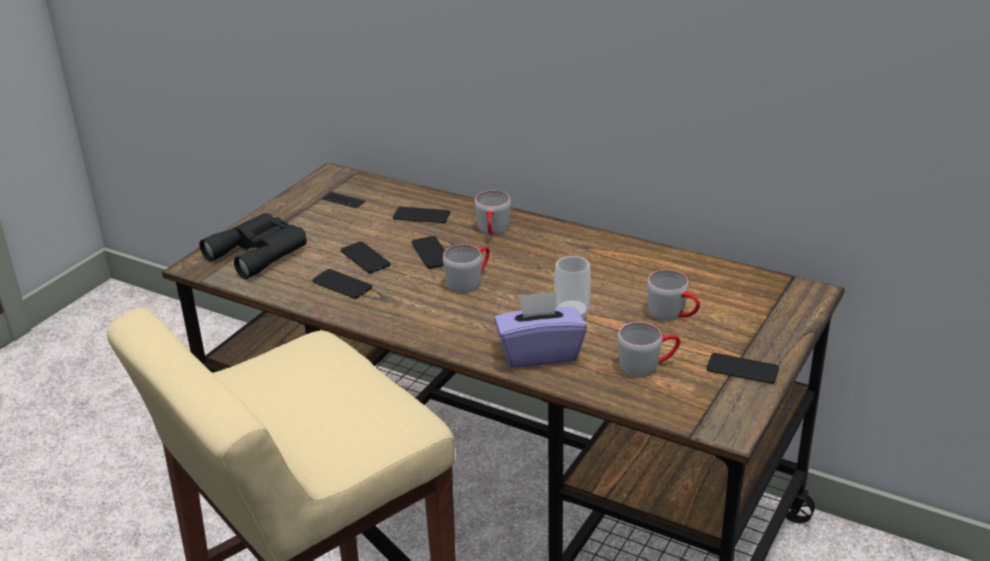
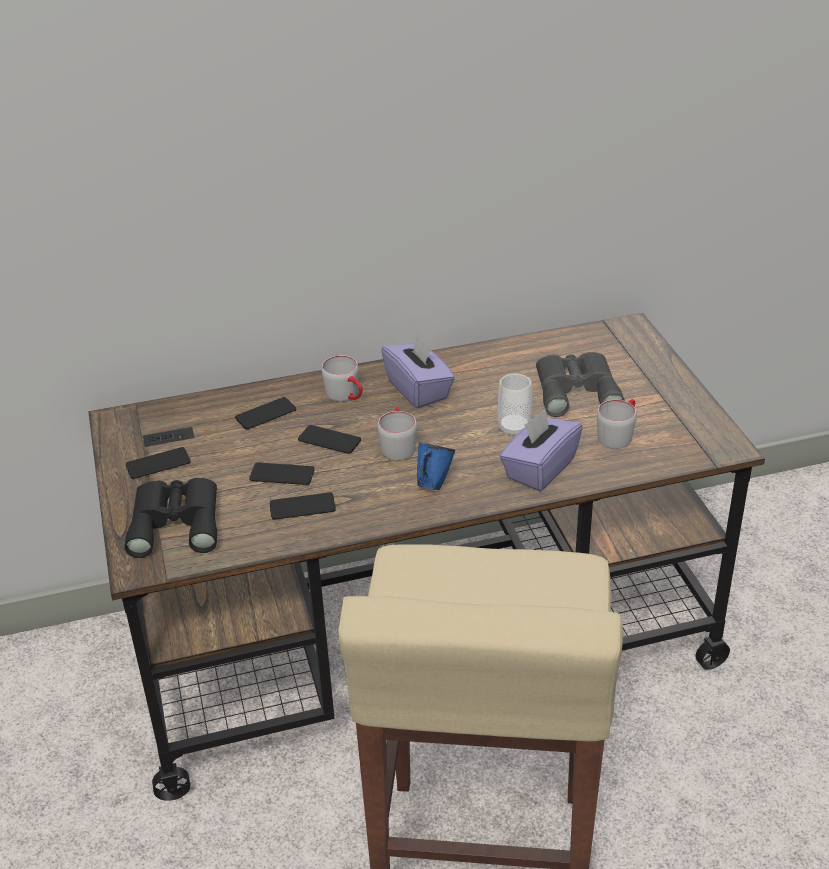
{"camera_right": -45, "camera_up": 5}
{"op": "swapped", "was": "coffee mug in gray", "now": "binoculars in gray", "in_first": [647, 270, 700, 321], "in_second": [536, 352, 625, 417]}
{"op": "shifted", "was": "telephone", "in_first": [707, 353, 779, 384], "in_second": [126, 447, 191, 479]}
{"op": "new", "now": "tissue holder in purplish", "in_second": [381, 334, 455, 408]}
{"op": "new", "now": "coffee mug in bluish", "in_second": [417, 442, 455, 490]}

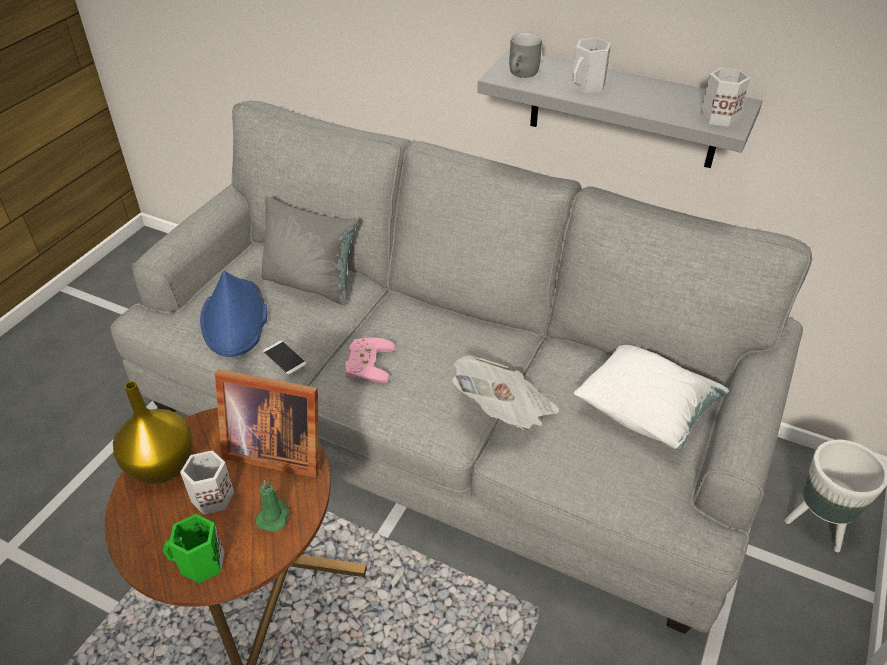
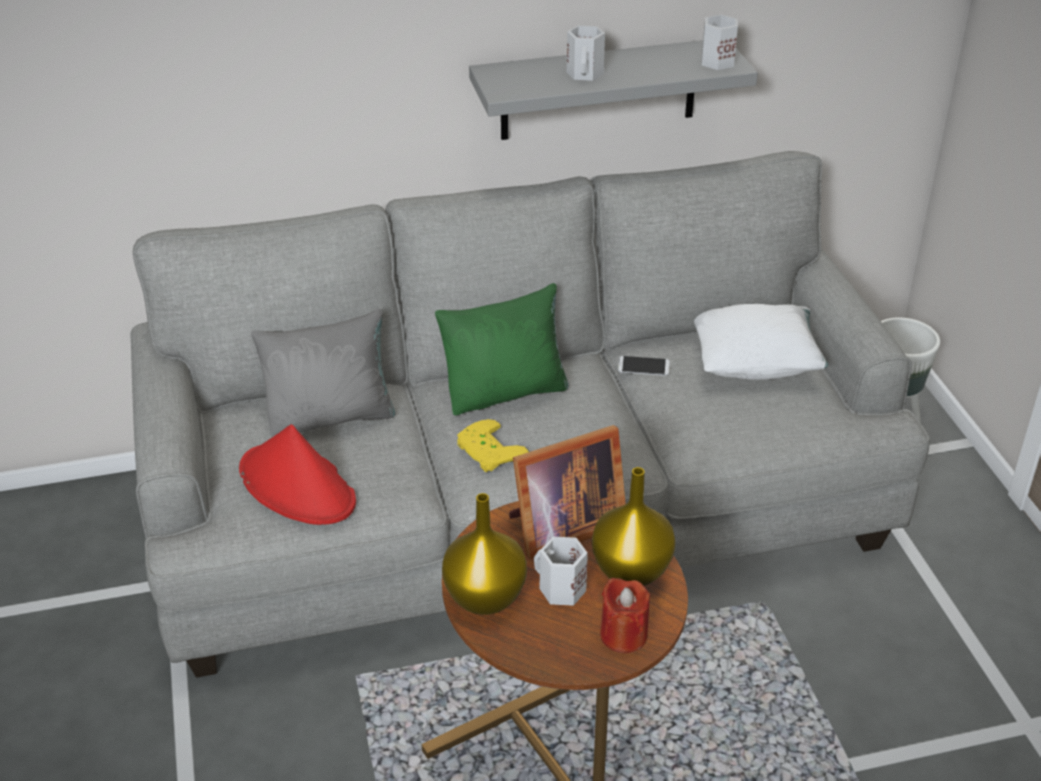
{"camera_right": -40, "camera_up": -5}
{"op": "gone", "was": "coffee mug in gray", "in_first": [509, 33, 542, 78]}
{"op": "repainted", "was": "hat in bluish", "now": "hat in red", "in_first": [200, 271, 267, 357], "in_second": [239, 424, 356, 525]}
{"op": "repainted", "was": "game controller in pinkish", "now": "game controller in yellow", "in_first": [345, 338, 395, 383], "in_second": [457, 419, 529, 472]}
{"op": "shifted", "was": "telephone", "in_first": [263, 341, 307, 375], "in_second": [618, 356, 670, 376]}
{"op": "gone", "was": "newspaper", "in_first": [451, 355, 559, 430]}
{"op": "swapped", "was": "wax candle in green", "now": "flower vase in yellow", "in_first": [255, 480, 290, 532], "in_second": [592, 467, 676, 586]}
{"op": "swapped", "was": "coffee mug in green", "now": "wax candle in red", "in_first": [163, 514, 224, 583], "in_second": [600, 578, 650, 653]}
{"op": "new", "now": "throw pillow in green", "in_second": [435, 283, 569, 416]}

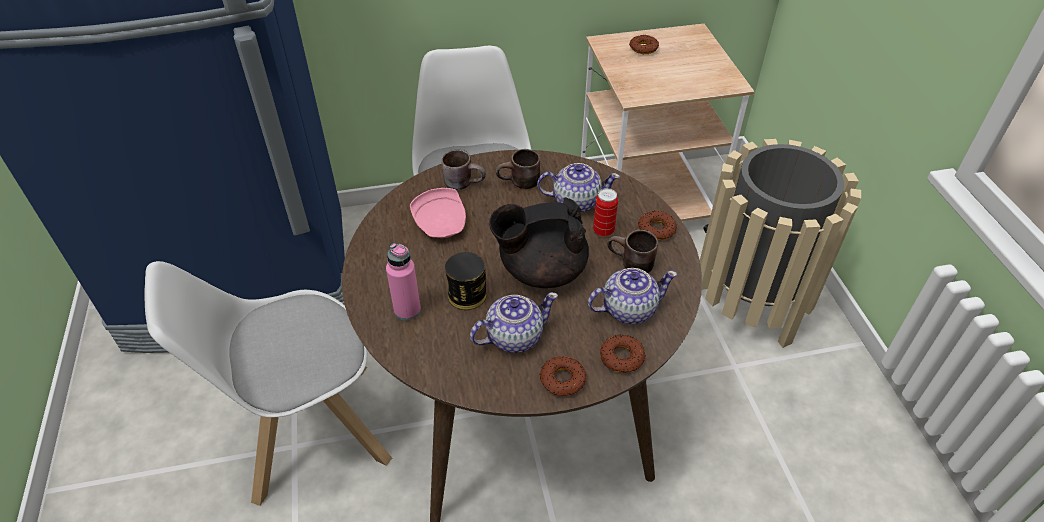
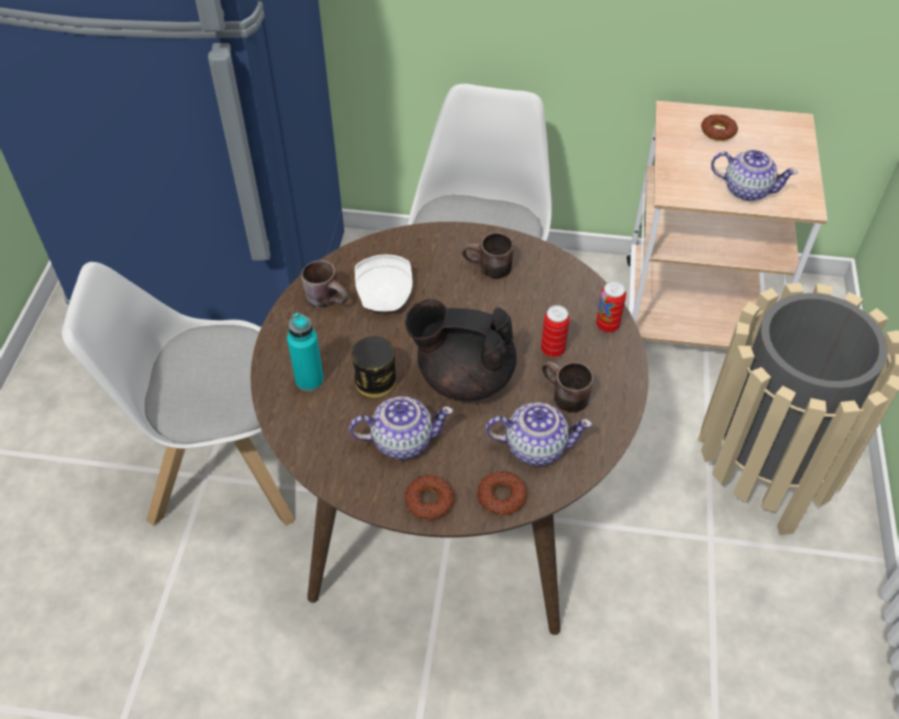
{"camera_right": 20, "camera_up": 5}
{"op": "shifted", "was": "coffee mug in brown-coloured", "in_first": [441, 150, 486, 190], "in_second": [301, 260, 348, 307]}
{"op": "shifted", "was": "pot for tea", "in_first": [537, 163, 620, 213], "in_second": [711, 150, 798, 201]}
{"op": "repainted", "was": "plate in pinkish", "now": "plate in white-coloured", "in_first": [410, 188, 466, 238], "in_second": [355, 254, 413, 312]}
{"op": "gone", "was": "doughnut", "in_first": [638, 211, 677, 240]}
{"op": "repainted", "was": "drink bottle in pinkish", "now": "drink bottle in turquoise-coloured", "in_first": [386, 243, 421, 321], "in_second": [287, 312, 324, 392]}
{"op": "new", "now": "can", "in_second": [596, 281, 626, 333]}

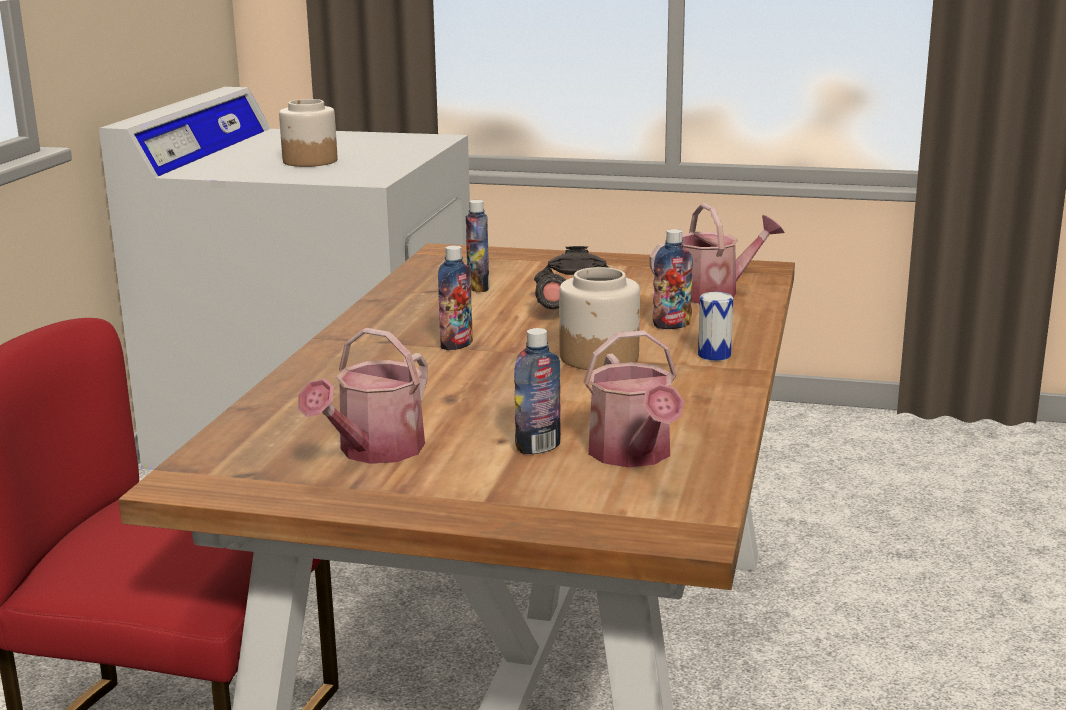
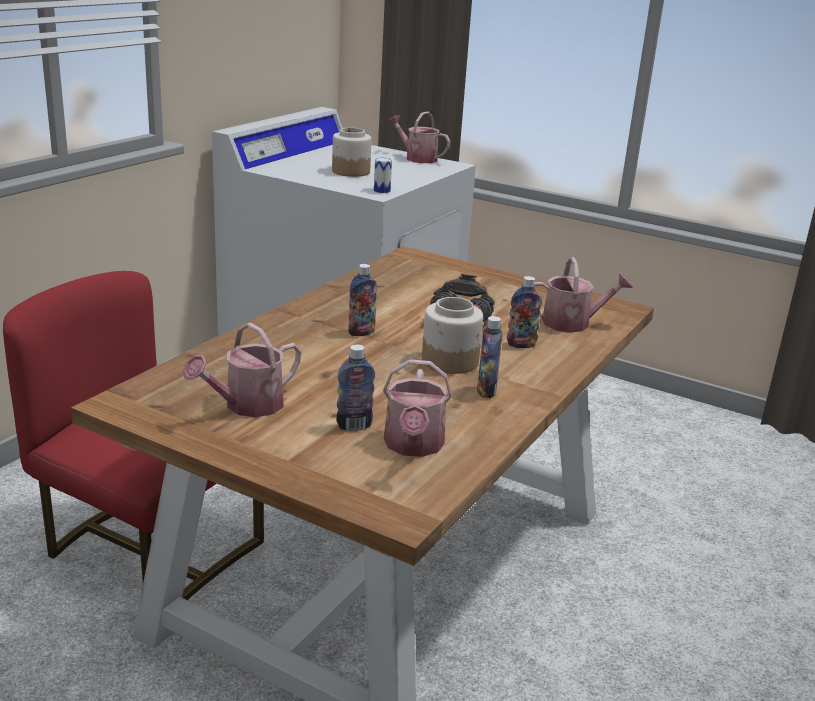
{"camera_right": 15, "camera_up": 5}
{"op": "shifted", "was": "drink bottle", "in_first": [466, 200, 489, 292], "in_second": [477, 316, 503, 398]}
{"op": "shifted", "was": "can", "in_first": [698, 292, 733, 361], "in_second": [374, 158, 392, 193]}
{"op": "new", "now": "watering can", "in_second": [387, 111, 451, 163]}

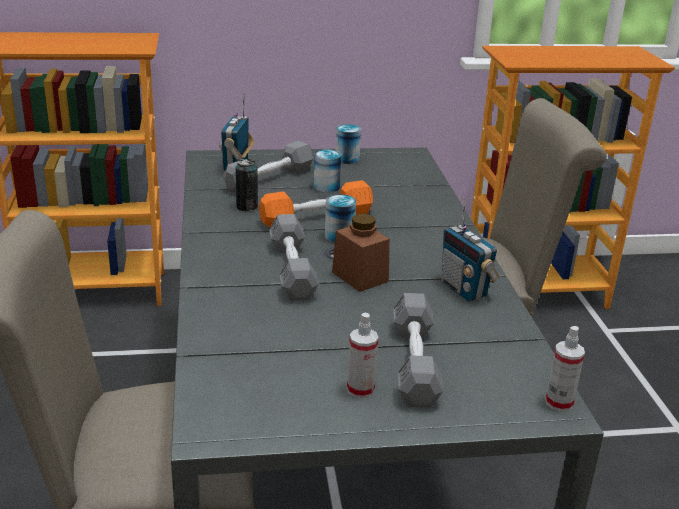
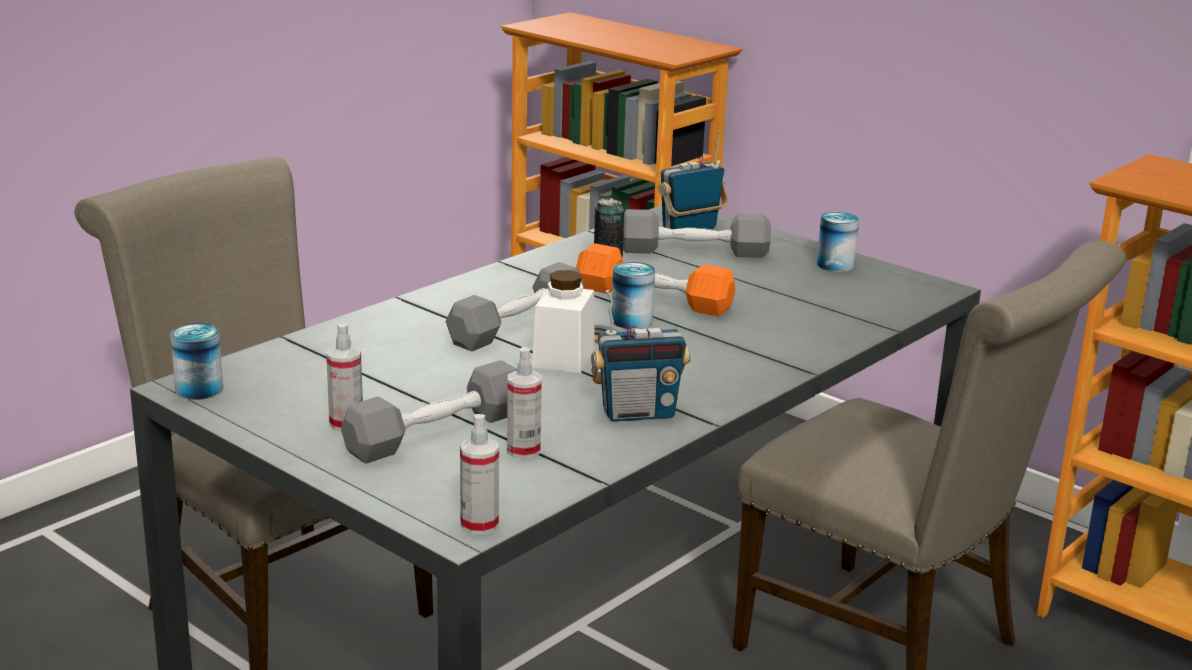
{"camera_right": 50, "camera_up": -5}
{"op": "shifted", "was": "can", "in_first": [314, 149, 341, 193], "in_second": [170, 323, 223, 400]}
{"op": "rotated", "was": "radio receiver", "in_first": [442, 197, 499, 302], "in_second": [591, 290, 691, 422], "clockwise": -120}
{"op": "repainted", "was": "preserve jar in brown-coloured", "now": "preserve jar in white-coloured", "in_first": [332, 214, 390, 292], "in_second": [532, 270, 595, 373]}
{"op": "new", "now": "spray bottle", "in_second": [507, 347, 542, 459]}

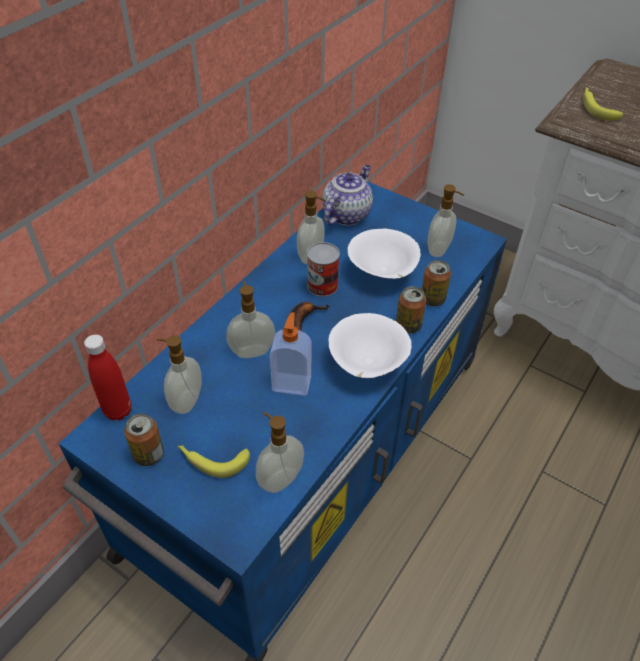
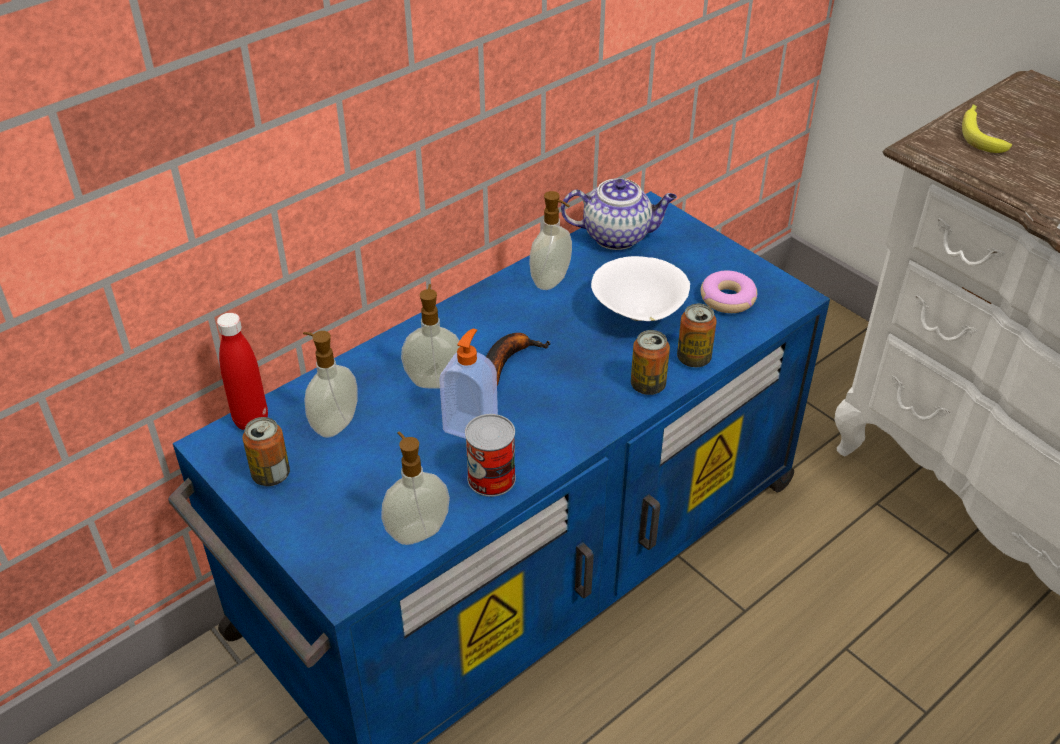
{"camera_right": 15, "camera_up": -5}
{"op": "rotated", "was": "pot for tea", "in_first": [322, 165, 373, 226], "in_second": [561, 178, 677, 250], "clockwise": 45}
{"op": "swapped", "was": "soap dispenser", "now": "doughnut", "in_first": [427, 184, 464, 257], "in_second": [700, 271, 757, 313]}
{"op": "shifted", "was": "can", "in_first": [307, 242, 340, 297], "in_second": [465, 414, 516, 497]}
{"op": "gone", "was": "bowl in white-coloured", "in_first": [328, 313, 412, 378]}
{"op": "gone", "was": "banana fruit", "in_first": [177, 445, 250, 478]}

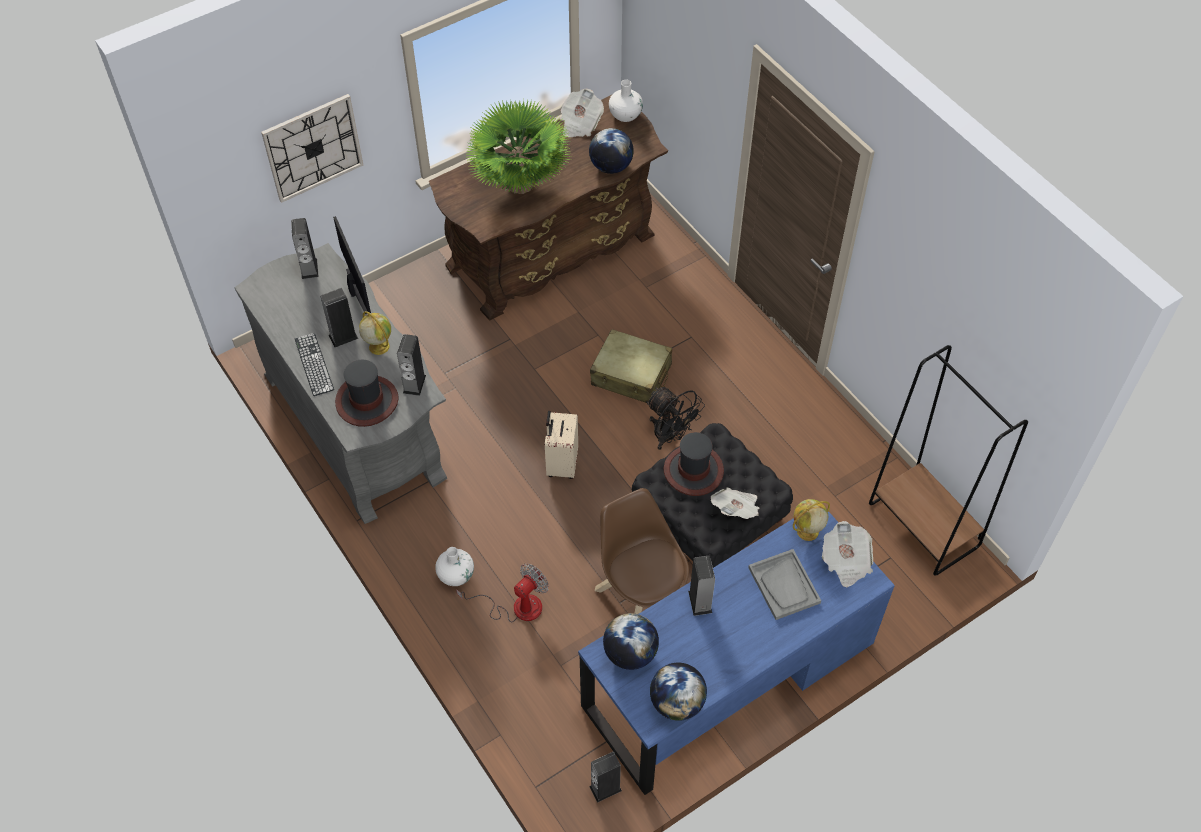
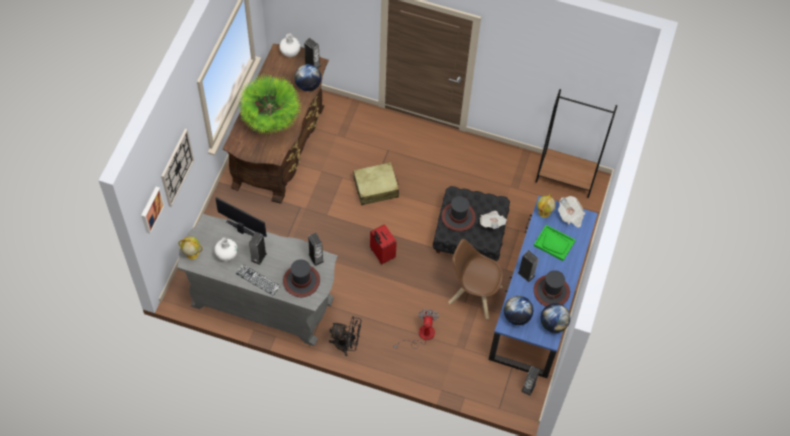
{"camera_right": -40, "camera_up": 5}
{"op": "gone", "was": "newspaper", "in_first": [560, 89, 604, 137]}
{"op": "shifted", "was": "loudspeaker", "in_first": [291, 218, 319, 279], "in_second": [304, 38, 320, 68]}
{"op": "shifted", "was": "desk globe", "in_first": [359, 311, 391, 355], "in_second": [179, 237, 202, 260]}
{"op": "shifted", "was": "fan in blackish", "in_first": [646, 387, 705, 450], "in_second": [329, 316, 362, 356]}
{"op": "repainted", "was": "travel case in sand-coloured", "now": "travel case in red", "in_first": [545, 411, 578, 479], "in_second": [370, 224, 397, 264]}
{"op": "shifted", "was": "flower vase in white-coloured", "in_first": [435, 547, 474, 586], "in_second": [214, 238, 238, 261]}
{"op": "repainted", "was": "carrying tray in gray", "now": "carrying tray in green", "in_first": [748, 549, 821, 620], "in_second": [534, 225, 575, 261]}
{"op": "new", "now": "picture", "in_second": [141, 187, 165, 234]}
{"op": "new", "now": "hat", "in_second": [534, 270, 570, 306]}

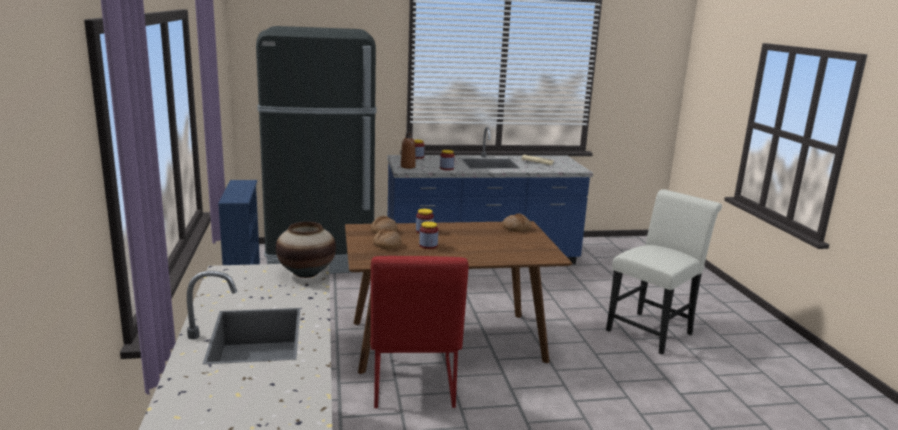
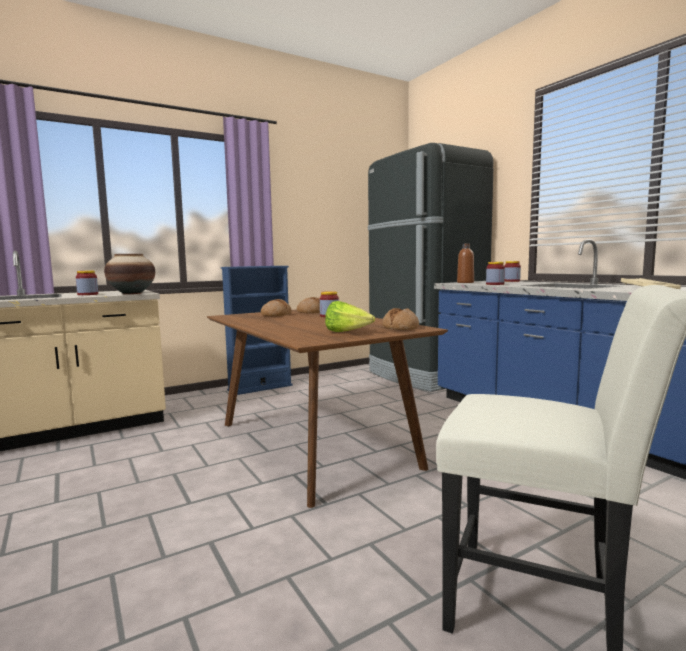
{"camera_right": 70, "camera_up": -10}
{"op": "shifted", "was": "preserve jar", "in_first": [419, 221, 438, 249], "in_second": [76, 271, 98, 295]}
{"op": "gone", "was": "upright chair in red", "in_first": [371, 256, 468, 408]}
{"op": "new", "now": "head of lettuce", "in_second": [325, 301, 375, 332]}

